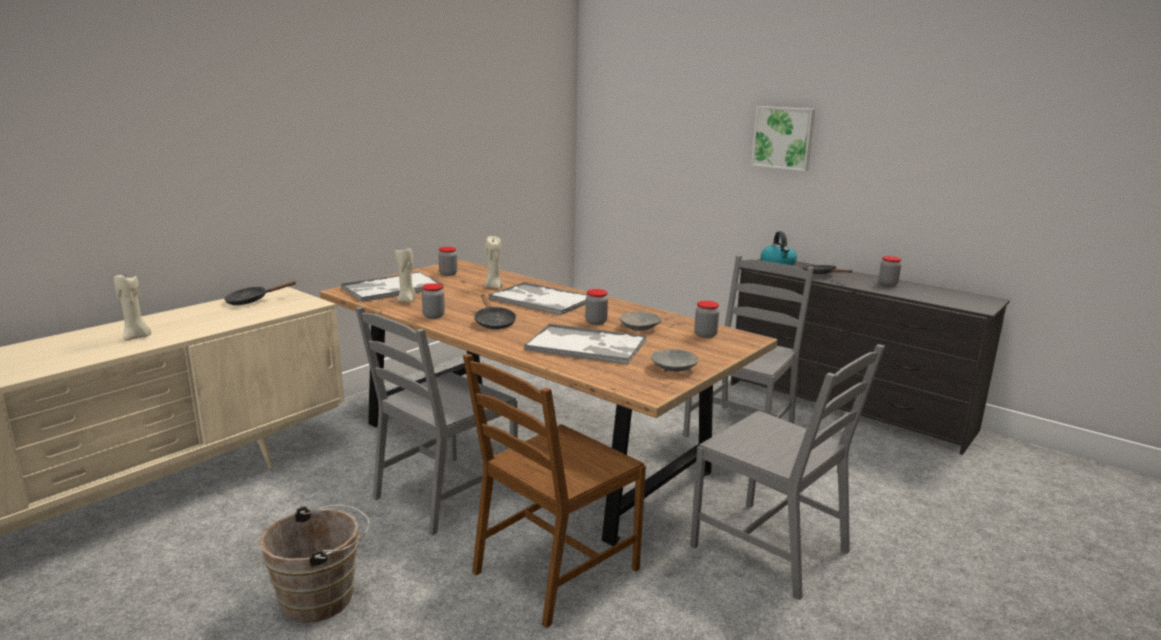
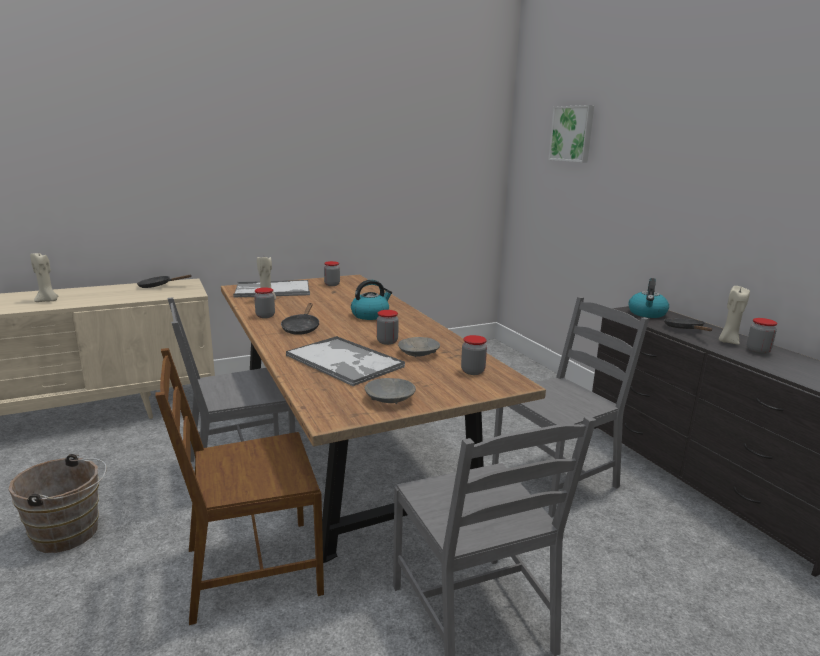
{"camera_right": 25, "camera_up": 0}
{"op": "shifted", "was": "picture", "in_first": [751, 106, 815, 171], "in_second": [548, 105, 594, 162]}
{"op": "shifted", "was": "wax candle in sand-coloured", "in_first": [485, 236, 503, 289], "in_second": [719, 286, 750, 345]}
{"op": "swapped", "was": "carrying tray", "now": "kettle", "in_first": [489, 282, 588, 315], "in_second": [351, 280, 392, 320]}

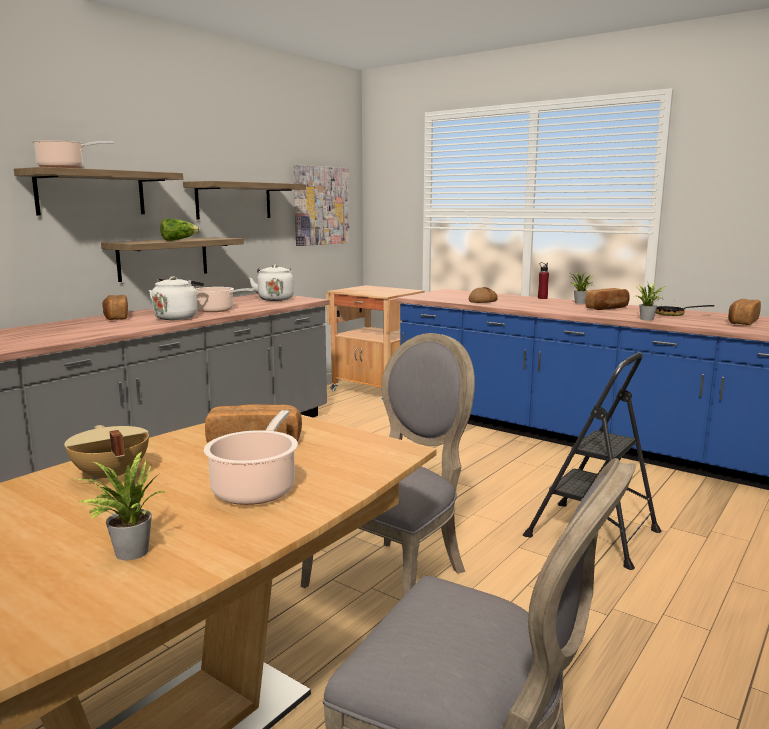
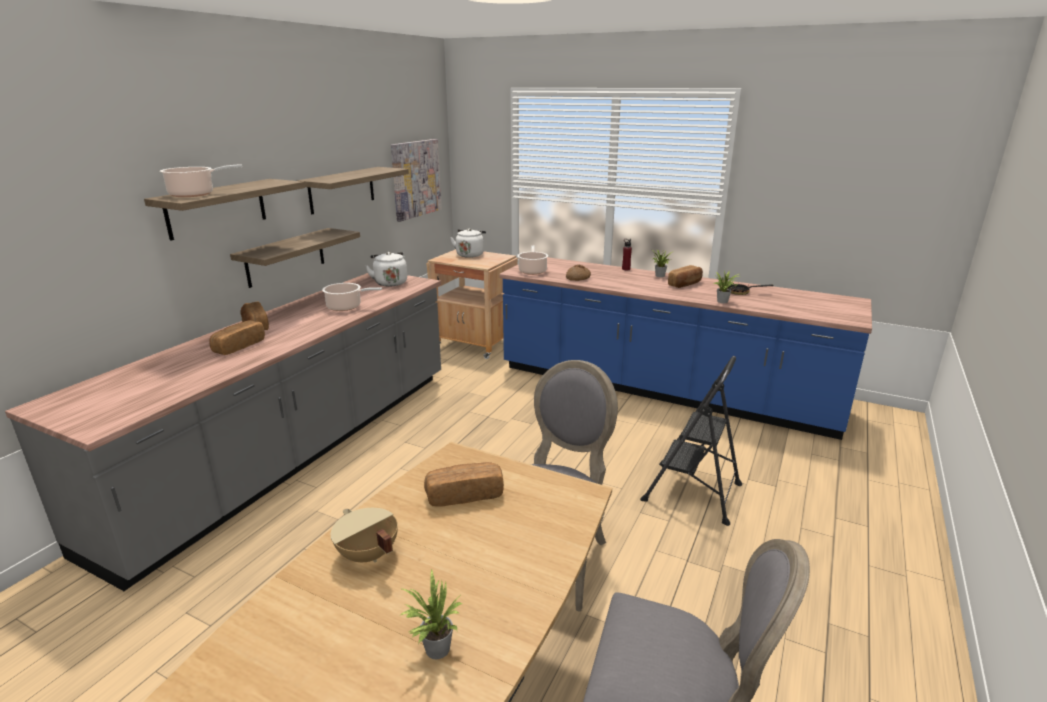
{"camera_right": -10, "camera_up": 10}
{"op": "gone", "was": "head of lettuce", "in_first": [160, 219, 200, 241]}
{"op": "shifted", "was": "kettle in white-coloured", "in_first": [149, 276, 204, 320], "in_second": [450, 228, 486, 258]}
{"op": "shifted", "was": "bread", "in_first": [728, 299, 761, 325], "in_second": [209, 320, 265, 355]}
{"op": "shifted", "was": "stockpot", "in_first": [204, 410, 298, 505], "in_second": [517, 245, 548, 275]}

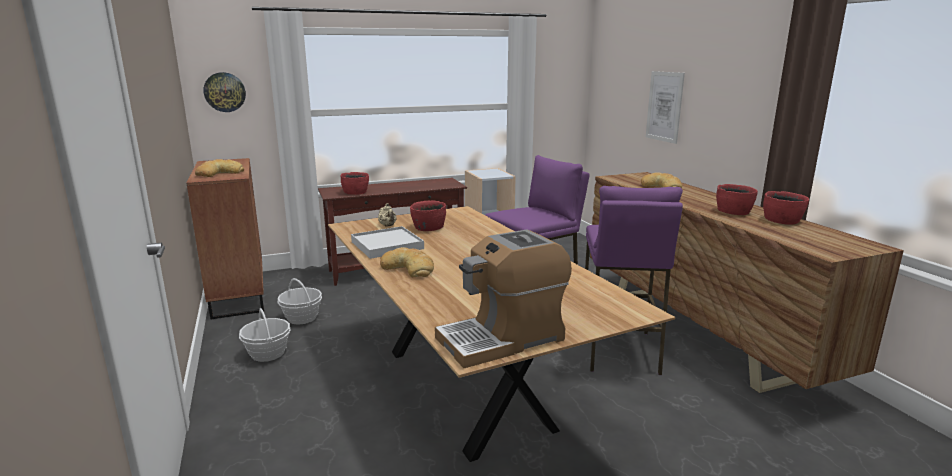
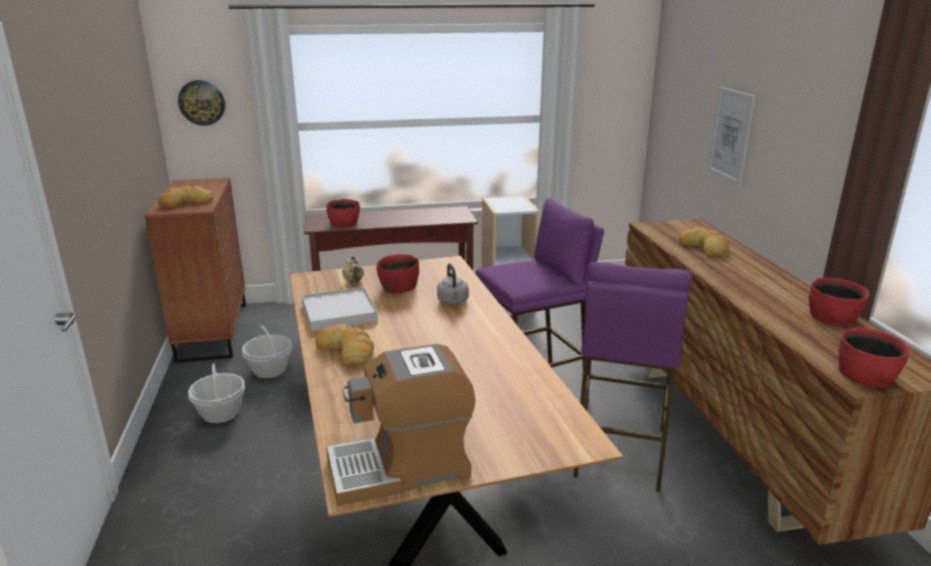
{"camera_right": 10, "camera_up": 5}
{"op": "shifted", "was": "bowl in red", "in_first": [716, 184, 758, 215], "in_second": [838, 328, 910, 388]}
{"op": "new", "now": "kettle in gray", "in_second": [437, 263, 469, 305]}

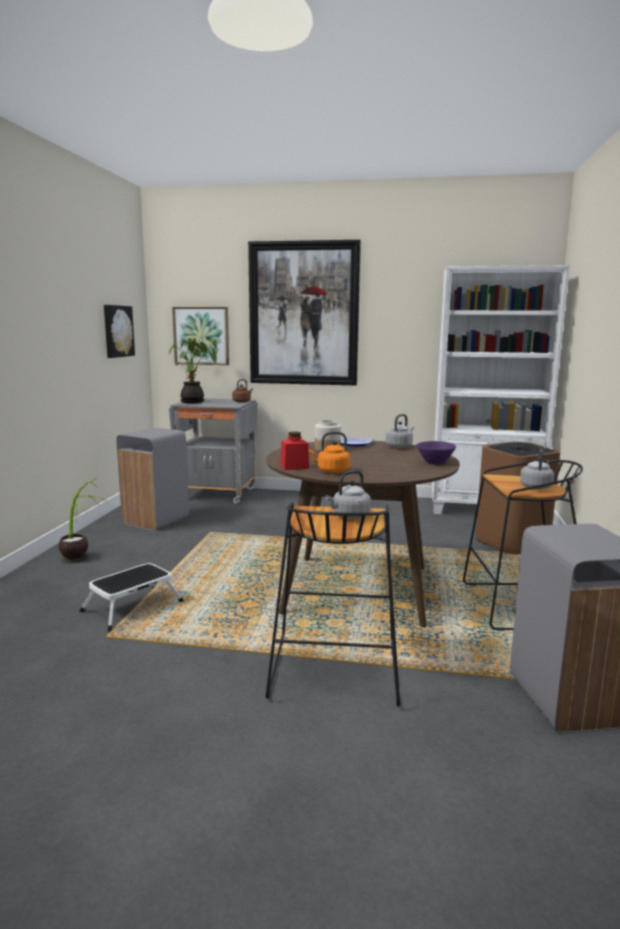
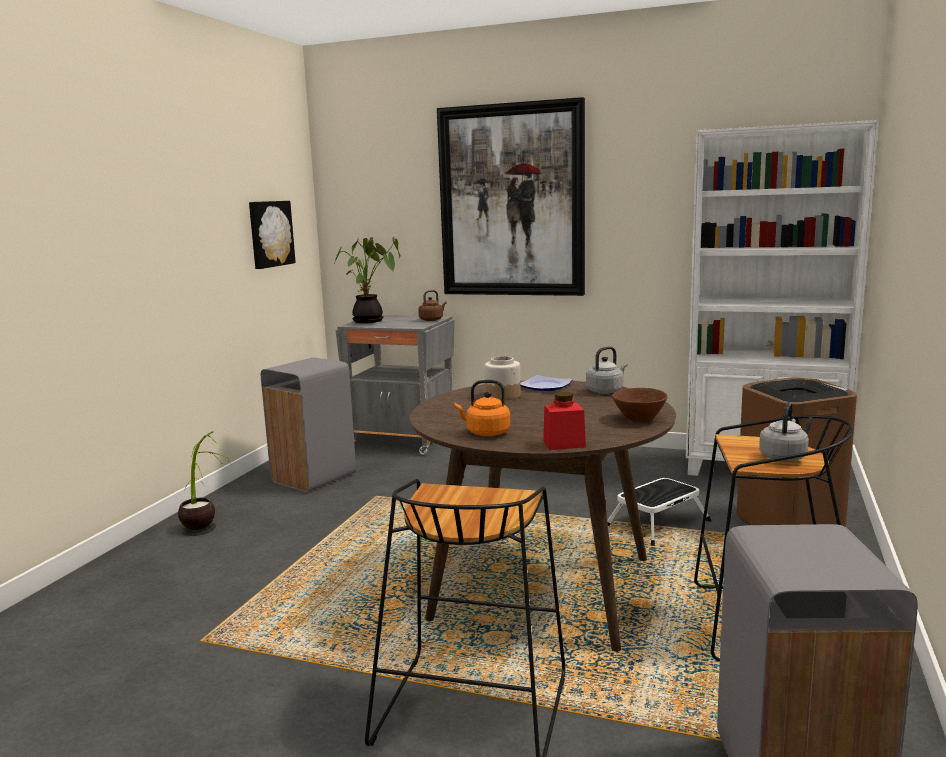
{"camera_right": 10, "camera_up": 0}
{"op": "gone", "was": "picture", "in_first": [172, 307, 229, 365]}
{"op": "shifted", "was": "preserve jar in red", "in_first": [280, 432, 309, 470], "in_second": [543, 392, 586, 450]}
{"op": "repainted", "was": "bowl in purplish", "now": "bowl in brown-coloured", "in_first": [417, 441, 456, 465], "in_second": [612, 388, 668, 422]}
{"op": "gone", "was": "kettle in gray", "in_first": [325, 470, 371, 519]}
{"op": "shifted", "was": "step ladder in blackish", "in_first": [79, 563, 184, 632], "in_second": [607, 478, 711, 546]}

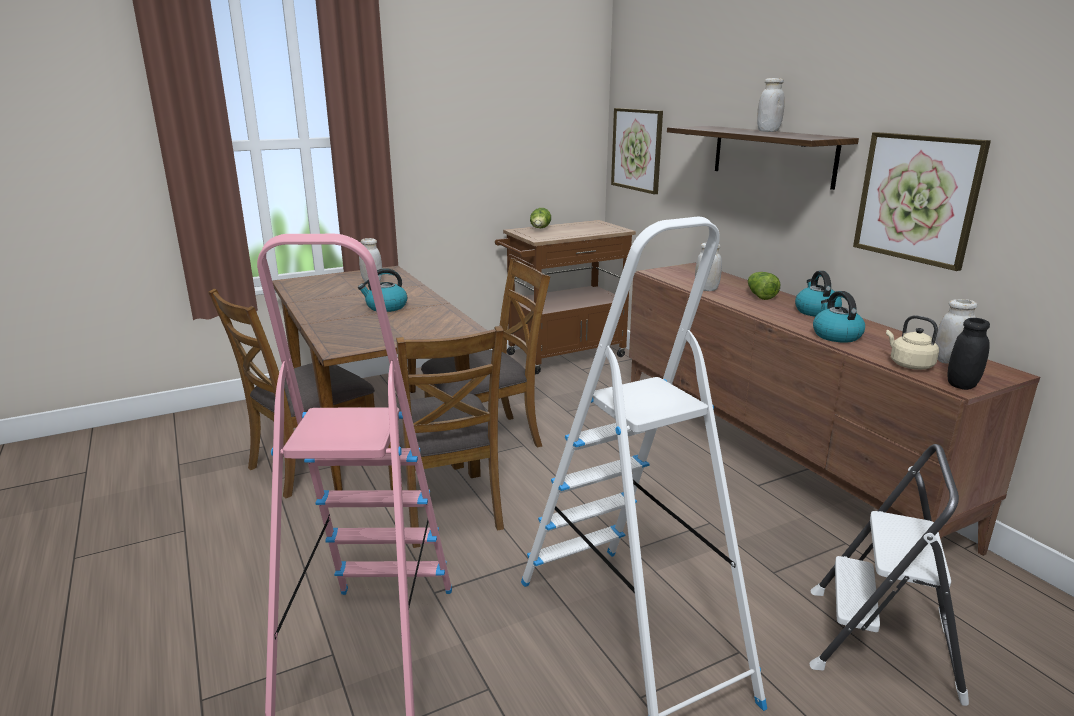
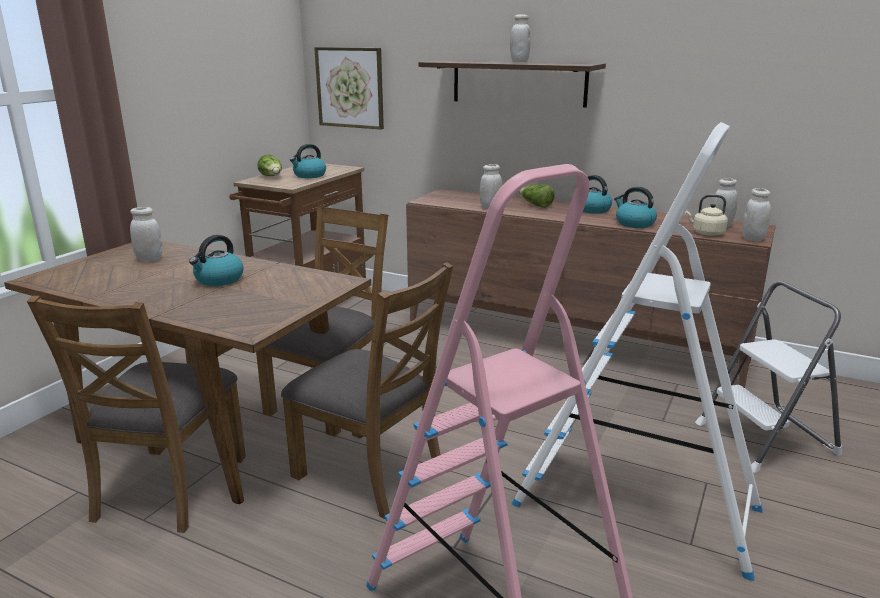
{"camera_right": -35, "camera_up": 0}
{"op": "gone", "was": "picture", "in_first": [853, 132, 991, 271]}
{"op": "repainted", "was": "preserve jar in blackish", "now": "preserve jar in white-coloured", "in_first": [947, 318, 990, 390], "in_second": [742, 188, 771, 242]}
{"op": "new", "now": "kettle", "in_second": [290, 144, 326, 178]}

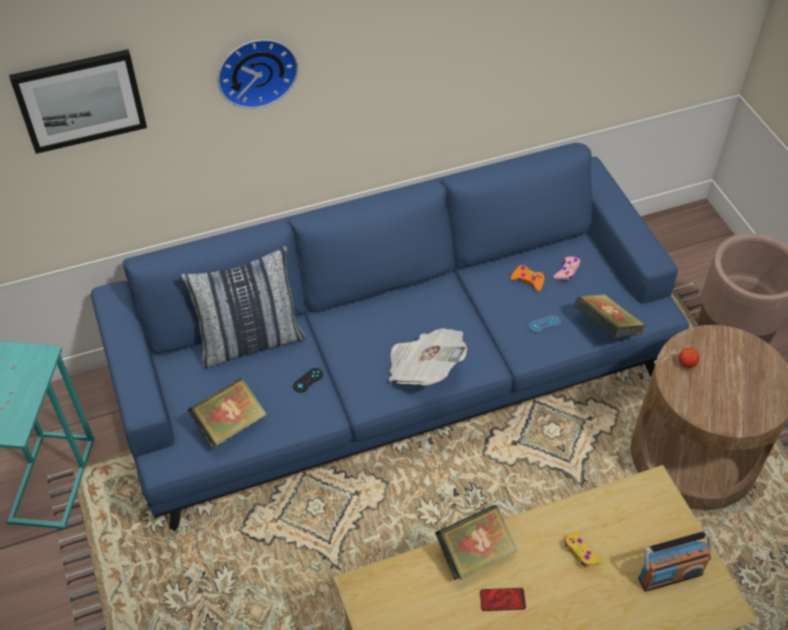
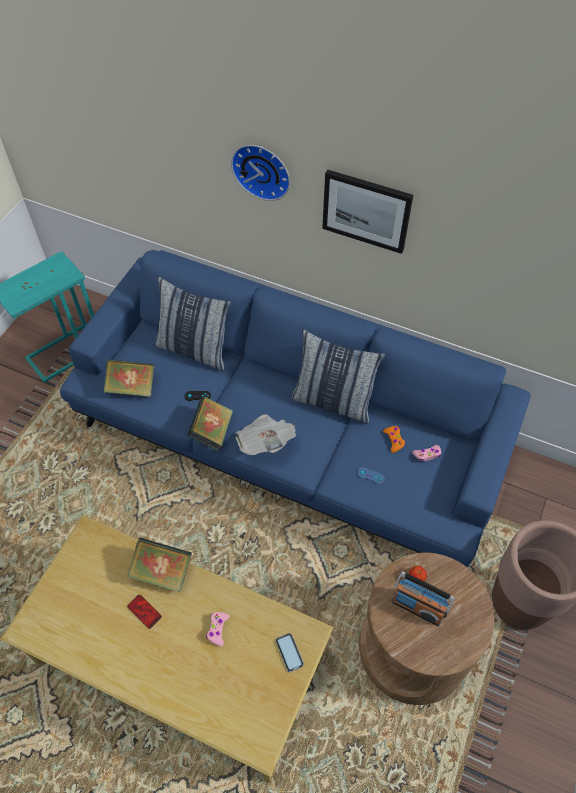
{"camera_right": 45, "camera_up": 5}
{"op": "shifted", "was": "picture", "in_first": [9, 49, 147, 154], "in_second": [322, 170, 413, 254]}
{"op": "shifted", "was": "bound book", "in_first": [574, 294, 646, 337], "in_second": [187, 396, 233, 451]}
{"op": "shifted", "was": "radio receiver", "in_first": [638, 531, 712, 592], "in_second": [391, 571, 455, 626]}
{"op": "repainted", "was": "game controller in yellow", "now": "game controller in pinkish", "in_first": [565, 532, 602, 566], "in_second": [206, 612, 229, 646]}
{"op": "new", "now": "throw pillow", "in_second": [292, 329, 385, 424]}
{"op": "new", "now": "telephone", "in_second": [276, 633, 304, 672]}

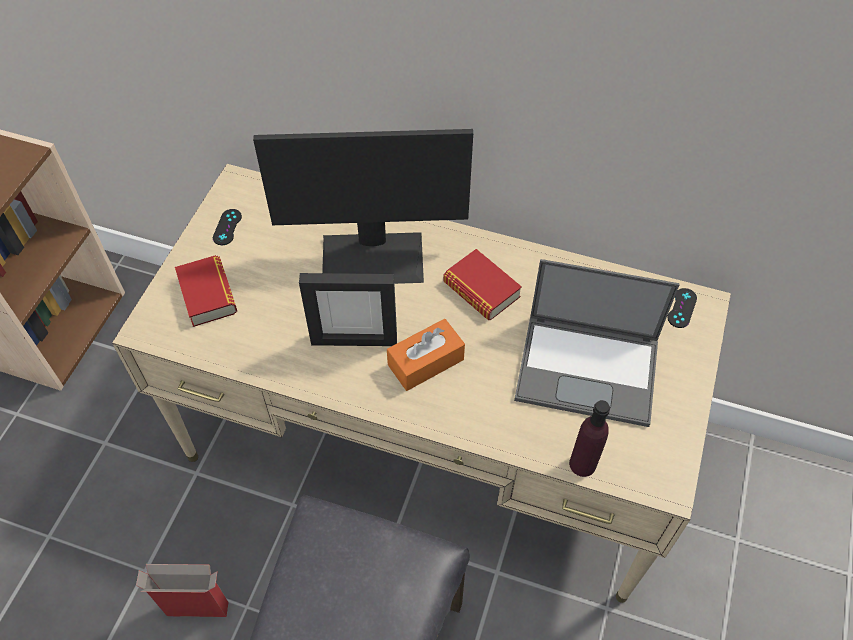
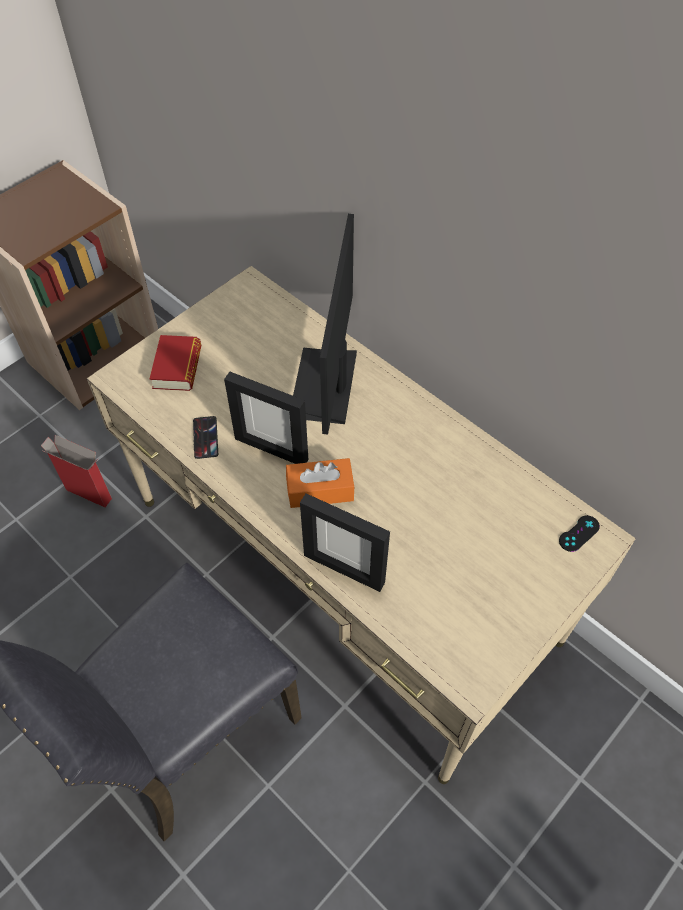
{"camera_right": 25, "camera_up": 0}
{"op": "rotated", "was": "computer screen", "in_first": [253, 129, 473, 284], "in_second": [293, 214, 357, 435], "clockwise": 75}
{"op": "gone", "was": "game controller in blackish", "in_first": [213, 209, 242, 245]}
{"op": "gone", "was": "bound book", "in_first": [443, 249, 522, 320]}
{"op": "gone", "was": "portable computer", "in_first": [514, 259, 680, 427]}
{"op": "gone", "was": "drink bottle in purplish", "in_first": [569, 400, 610, 477]}
{"op": "shifted", "was": "packing box", "in_first": [136, 564, 228, 617], "in_second": [41, 435, 112, 507]}
{"op": "new", "now": "telephone", "in_second": [193, 416, 218, 459]}
{"op": "new", "now": "picture frame", "in_second": [300, 494, 390, 592]}

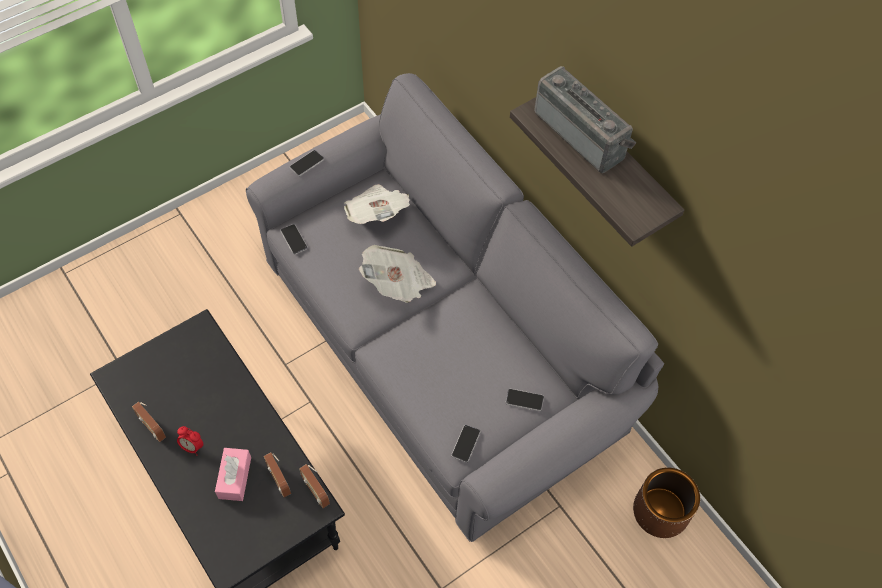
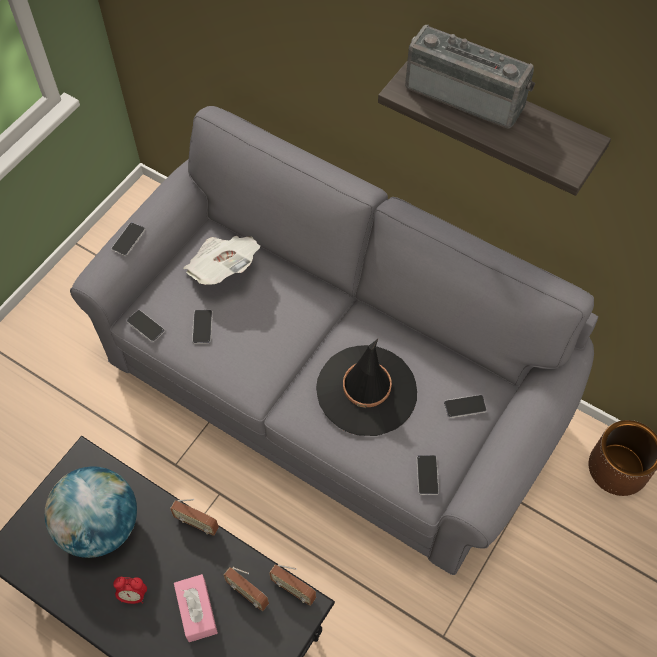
{"camera_right": -20, "camera_up": 0}
{"op": "gone", "was": "newspaper", "in_first": [359, 245, 436, 303]}
{"op": "shifted", "was": "radio receiver", "in_first": [132, 402, 166, 442], "in_second": [170, 499, 219, 536]}
{"op": "new", "now": "telephone", "in_second": [192, 310, 213, 344]}
{"op": "new", "now": "hat in blackish", "in_second": [316, 339, 417, 436]}
{"op": "new", "now": "desk globe", "in_second": [45, 467, 137, 558]}

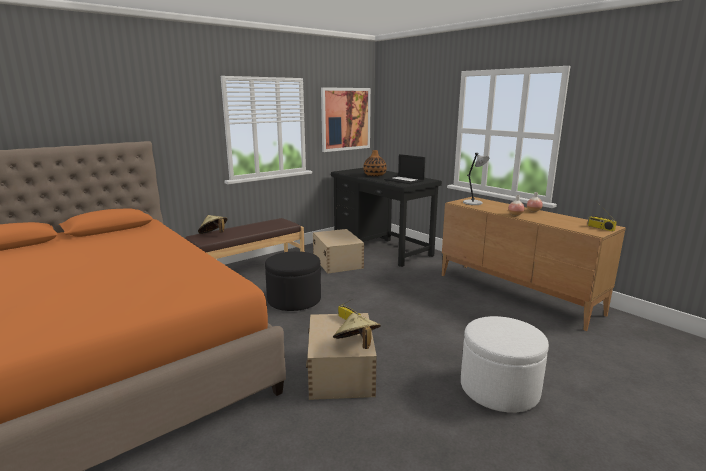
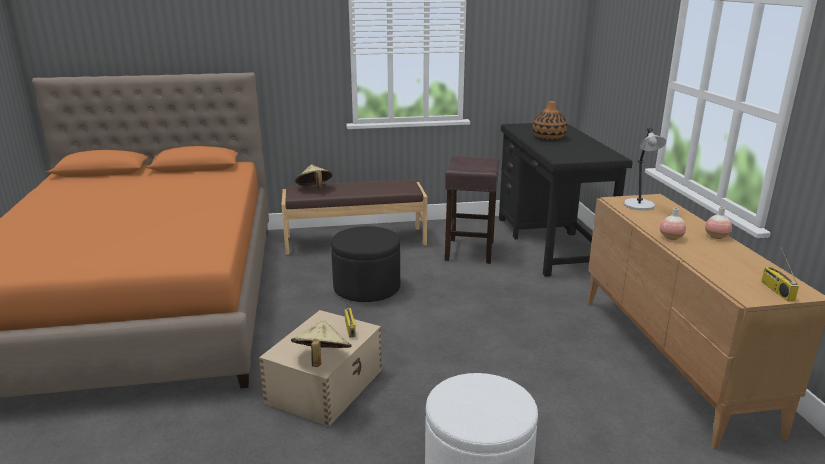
{"camera_right": 30, "camera_up": 5}
{"op": "gone", "was": "picture", "in_first": [321, 87, 371, 152]}
{"op": "gone", "was": "portable computer", "in_first": [384, 154, 425, 184]}
{"op": "swapped", "was": "storage box in sand-coloured", "now": "stool seat in brown-coloured", "in_first": [313, 229, 364, 274], "in_second": [445, 156, 499, 264]}

